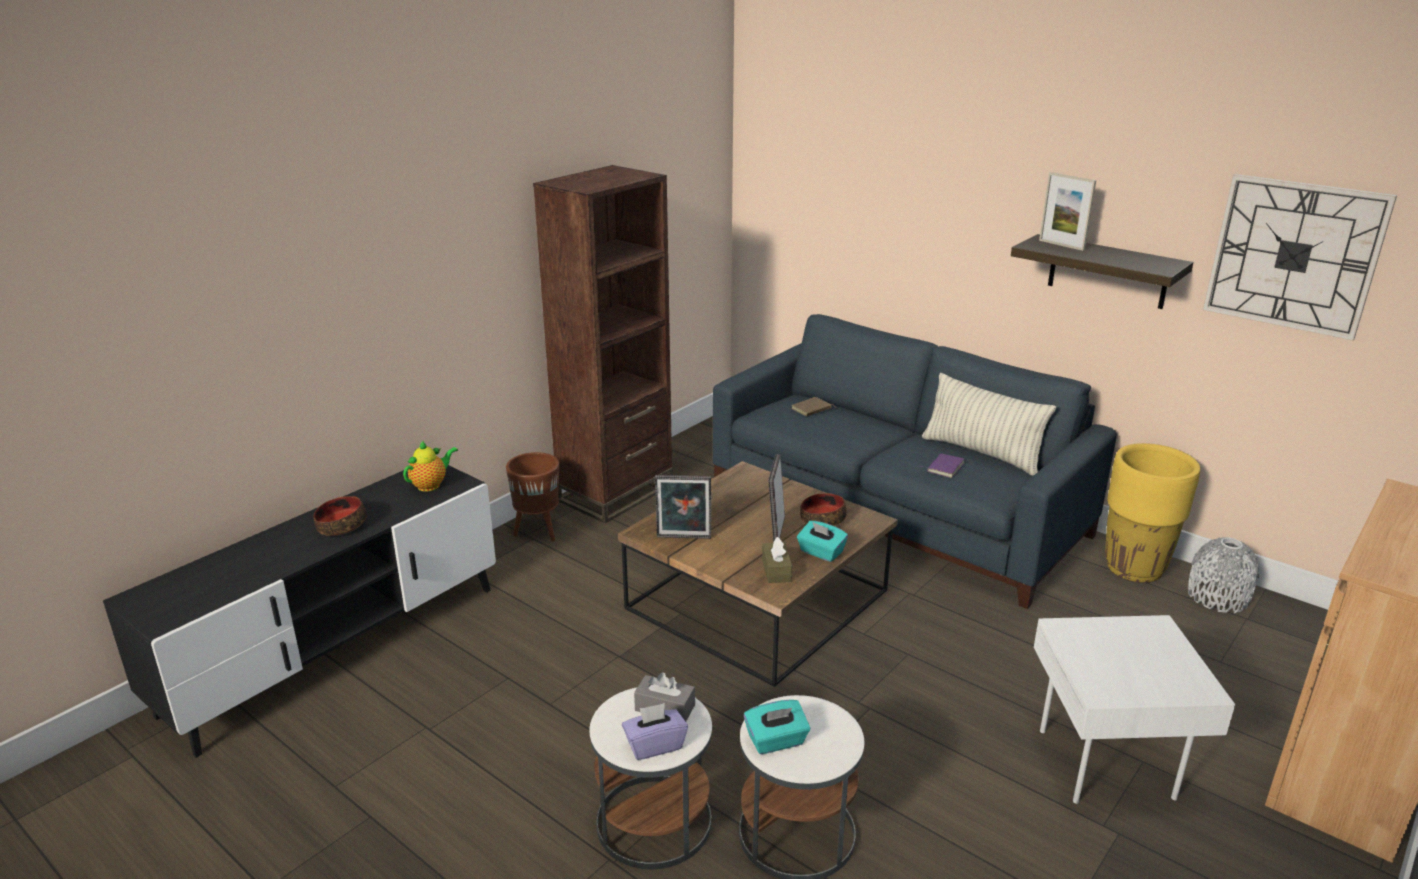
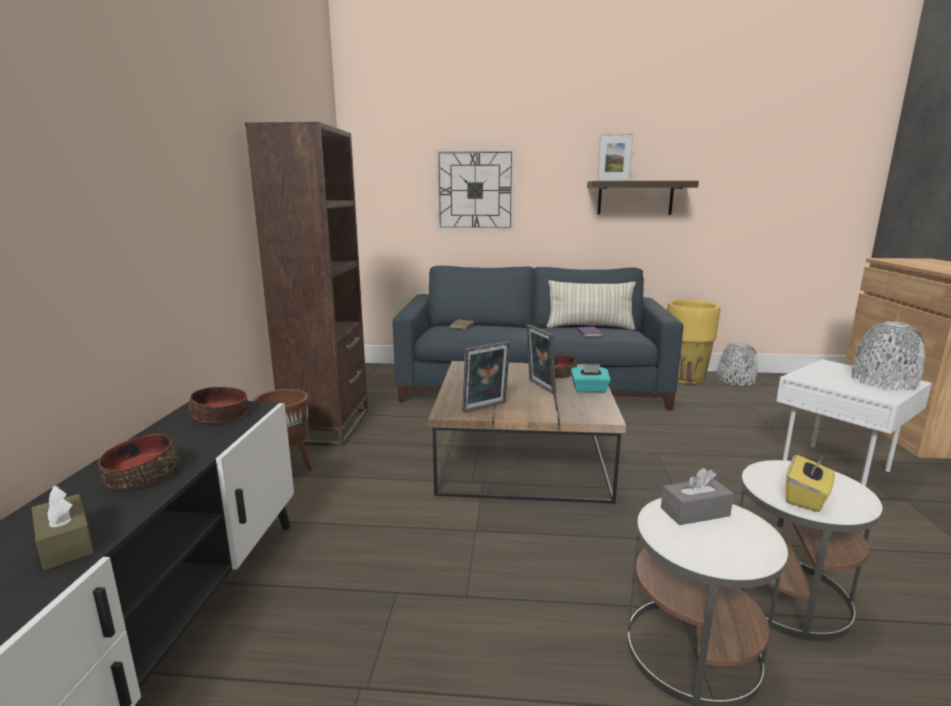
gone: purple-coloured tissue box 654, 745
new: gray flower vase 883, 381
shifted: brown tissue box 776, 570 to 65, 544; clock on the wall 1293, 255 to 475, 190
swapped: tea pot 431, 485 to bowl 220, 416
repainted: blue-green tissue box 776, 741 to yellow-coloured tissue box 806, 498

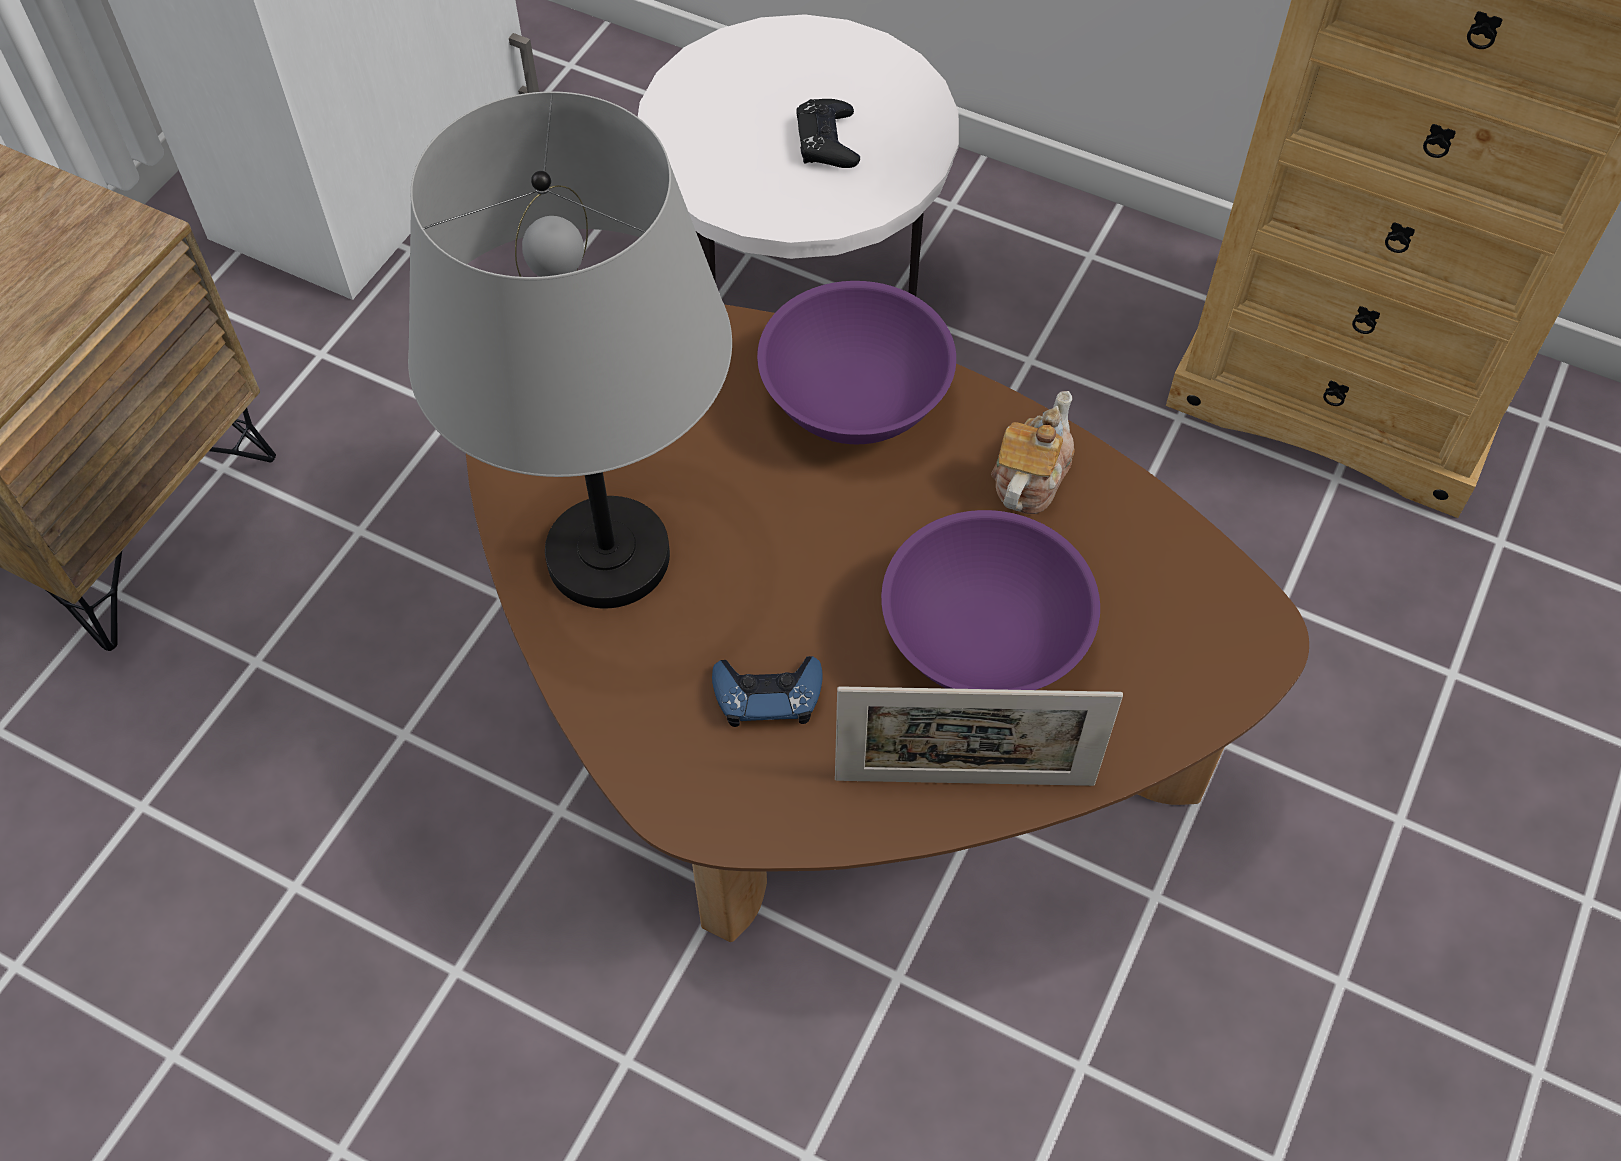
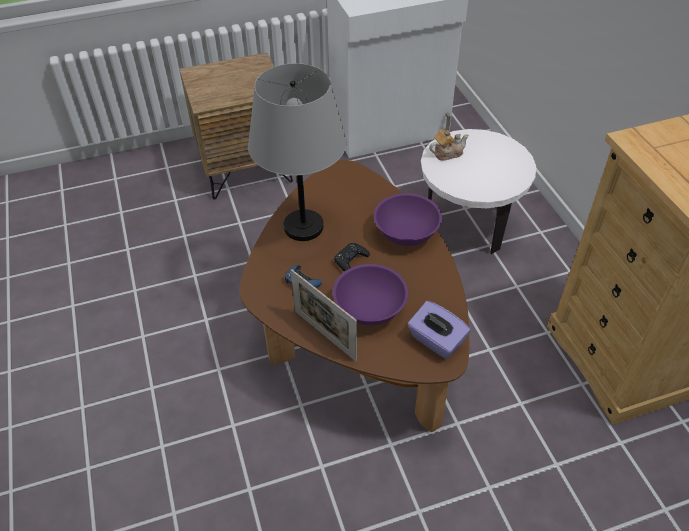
new: purple-coloured tissue box 436, 341
shifted: black-coloured game controller 827, 141 to 351, 260; tea pot 1029, 477 to 447, 153

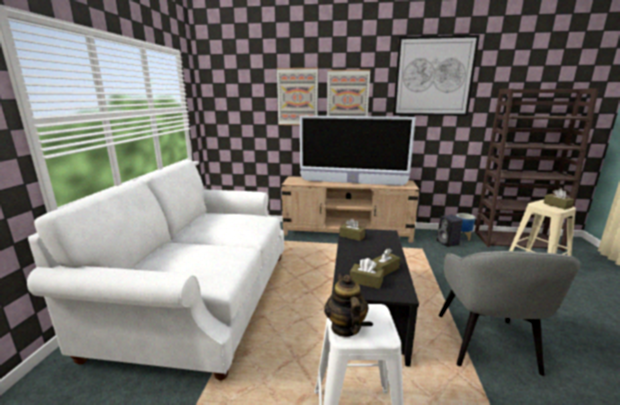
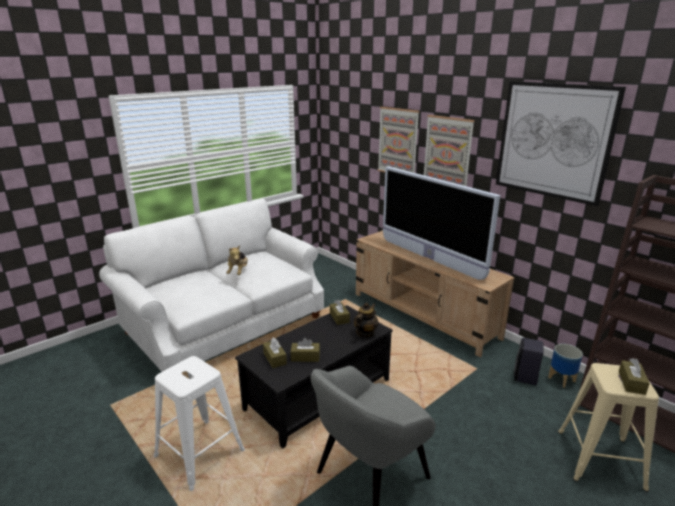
new: soft toy 238, 272
shifted: tea pot 345, 327 to 365, 333

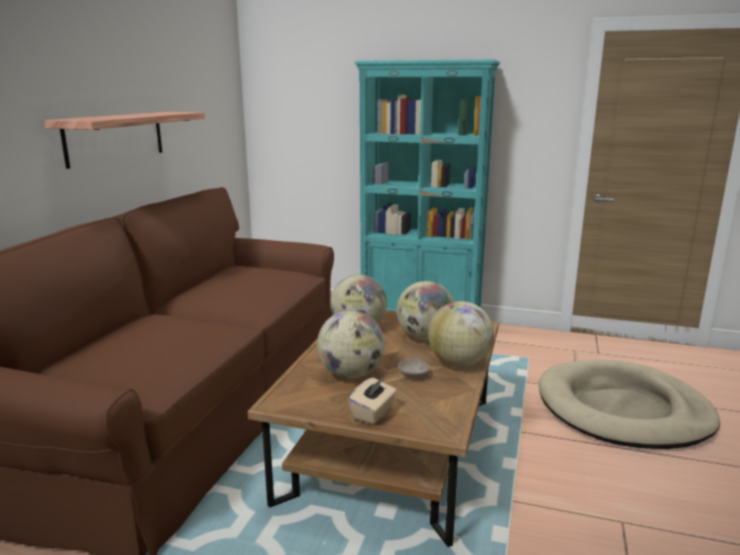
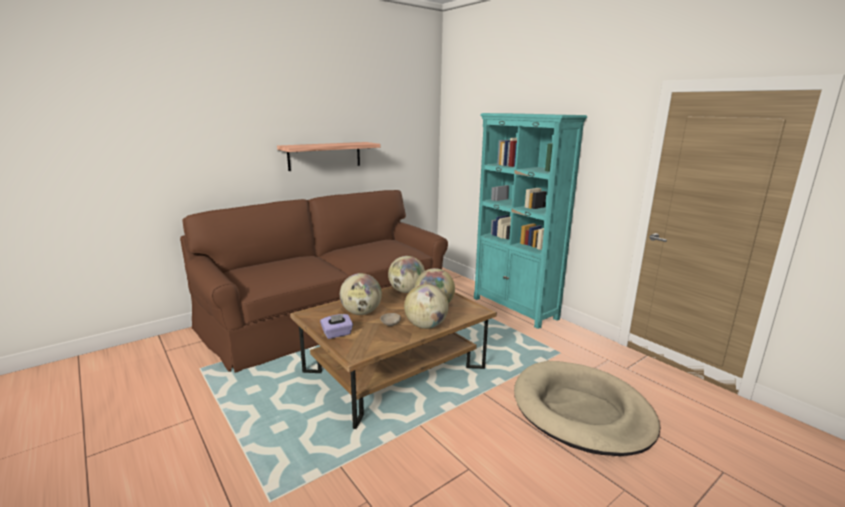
repainted: beige tissue box 373, 413 to purple-coloured tissue box 337, 334

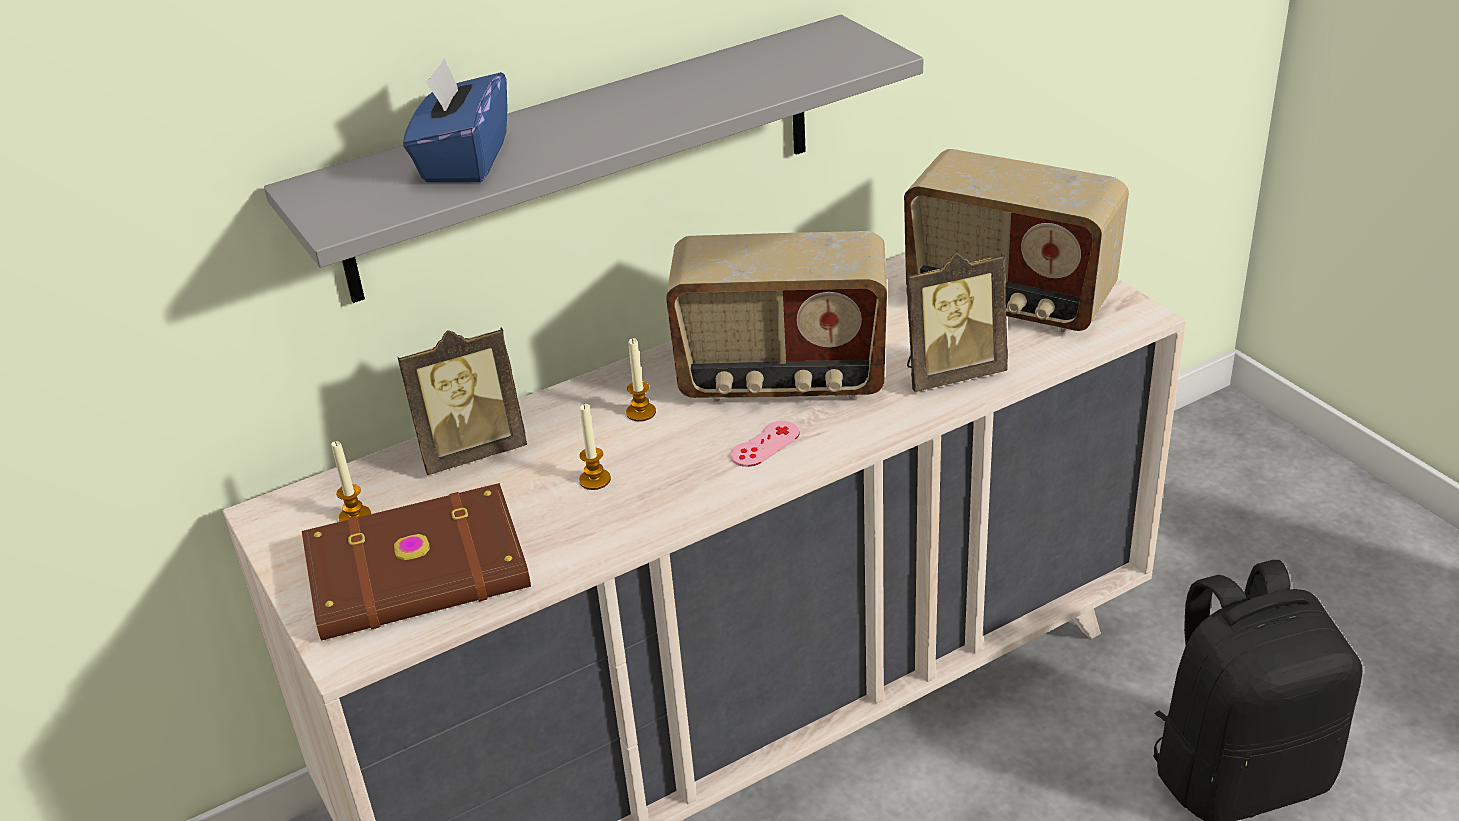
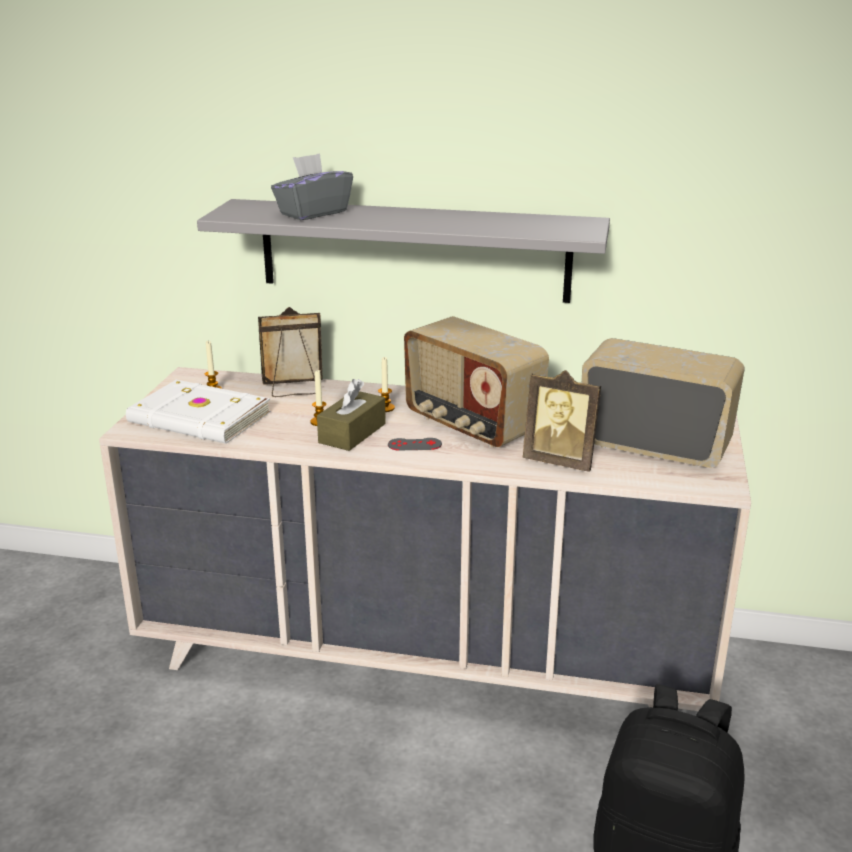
new: brown tissue box 352, 433
repainted: brown book 419, 572 to white-coloured book 199, 419; blue-coloured tissue box 464, 161 to gray tissue box 313, 213; pink game controller 765, 444 to gray game controller 414, 444
rotated: photo frame 471, 451 = 293, 389 150 degrees clockwise; radio receiver 1008, 301 = 654, 447 135 degrees clockwise

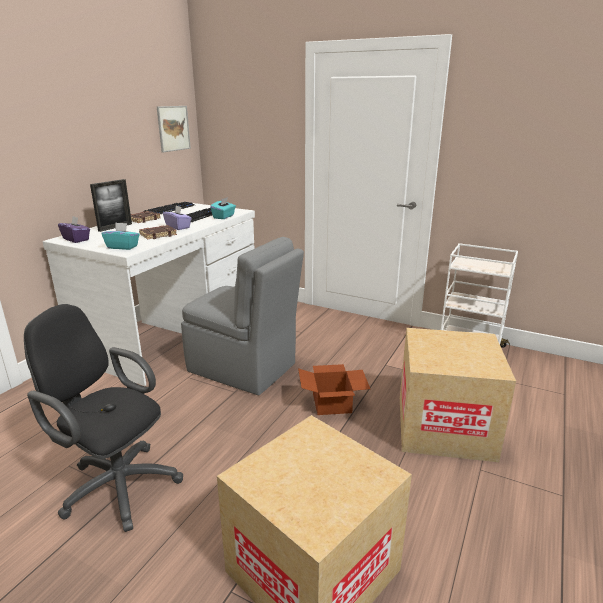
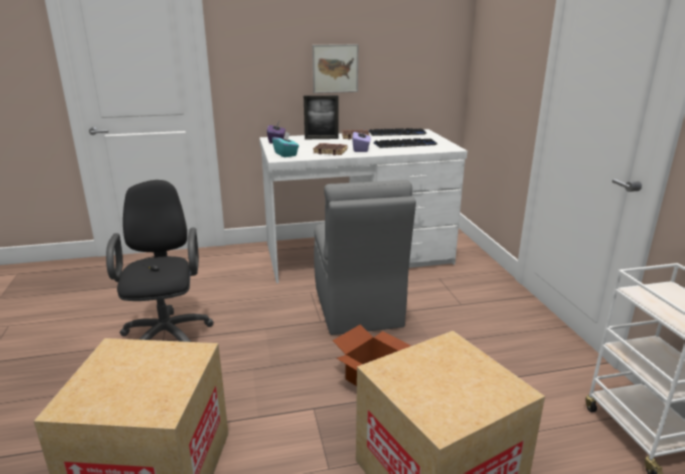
gone: blue-green tissue box 224, 217
shifted: wall picture 173, 128 to 335, 68

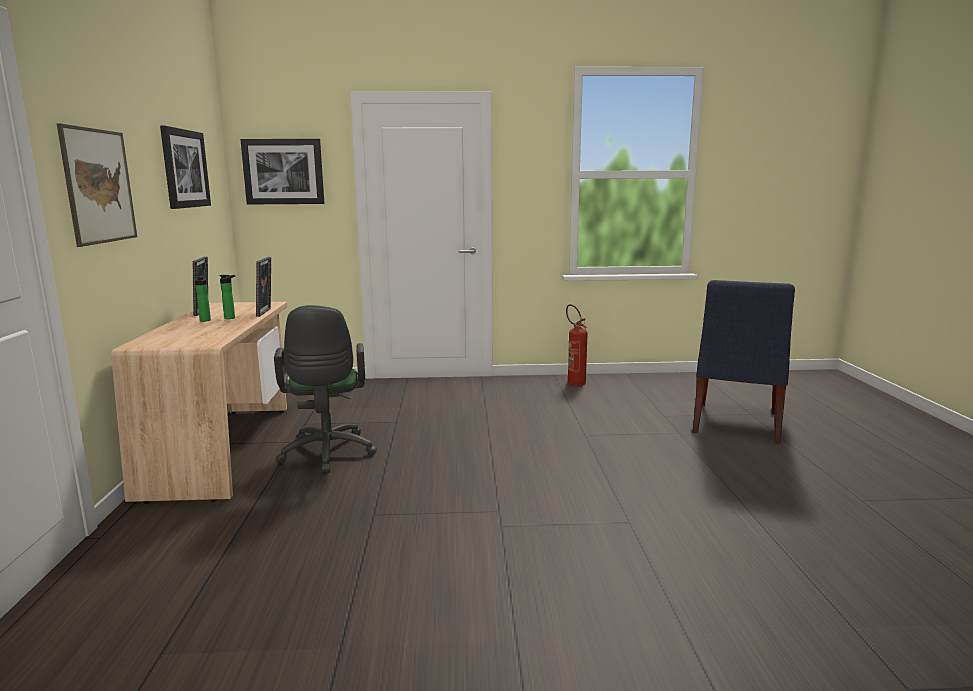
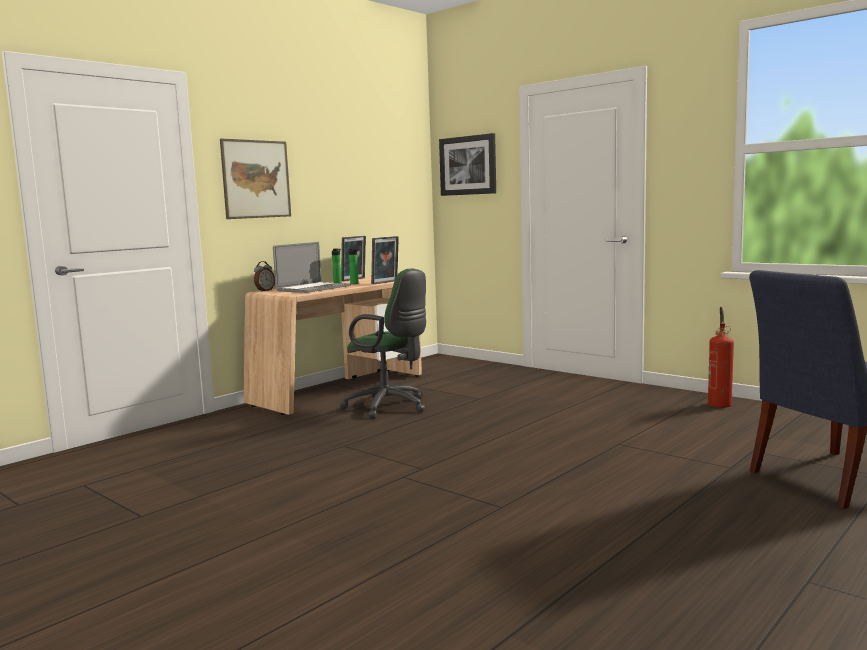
gone: wall picture 185, 168
new: alarm clock 264, 291; notebook computer 313, 288
rotated: green-coloured desk chair 327, 454 = 390, 407 90 degrees counterclockwise

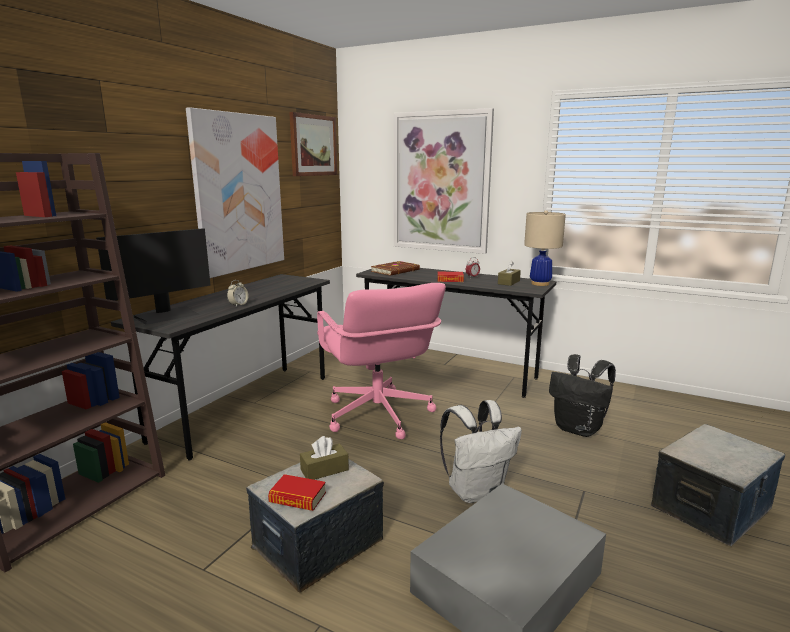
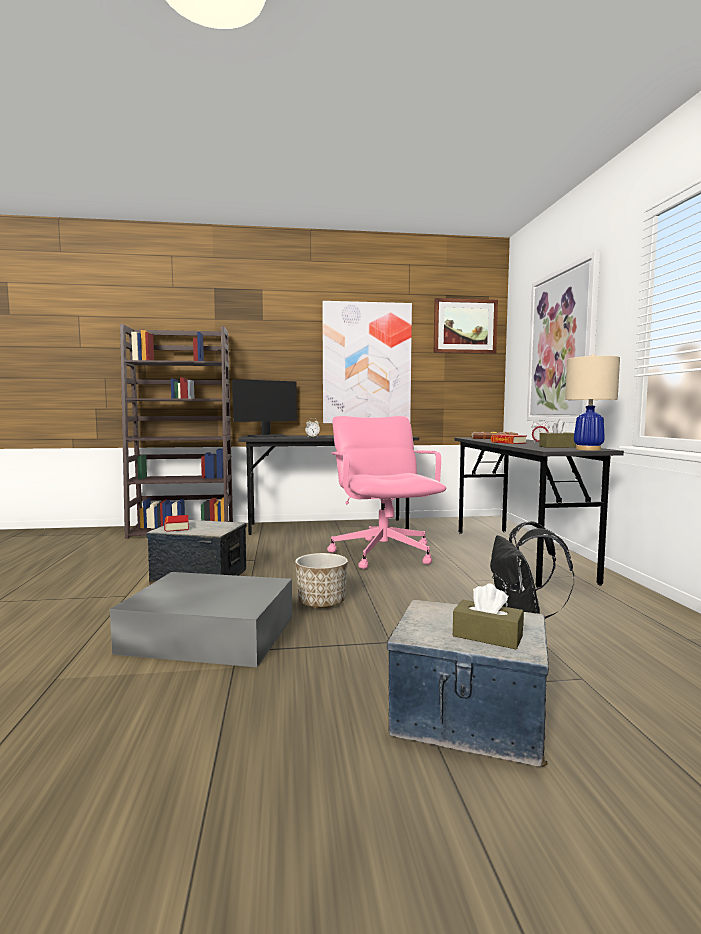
shifted: brown tissue box 324, 470 to 487, 636
swapped: white-coloured knapsack 476, 491 to flower pot 321, 602
rotated: computer display 167, 315 = 268, 436 45 degrees counterclockwise; pink desk chair 378, 415 = 383, 553 135 degrees clockwise

